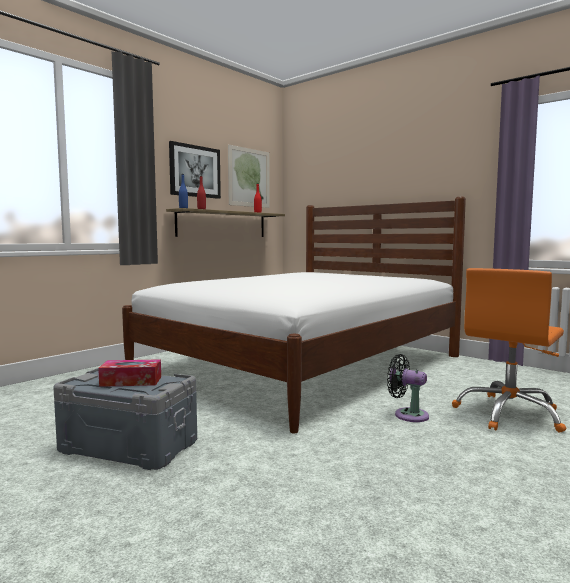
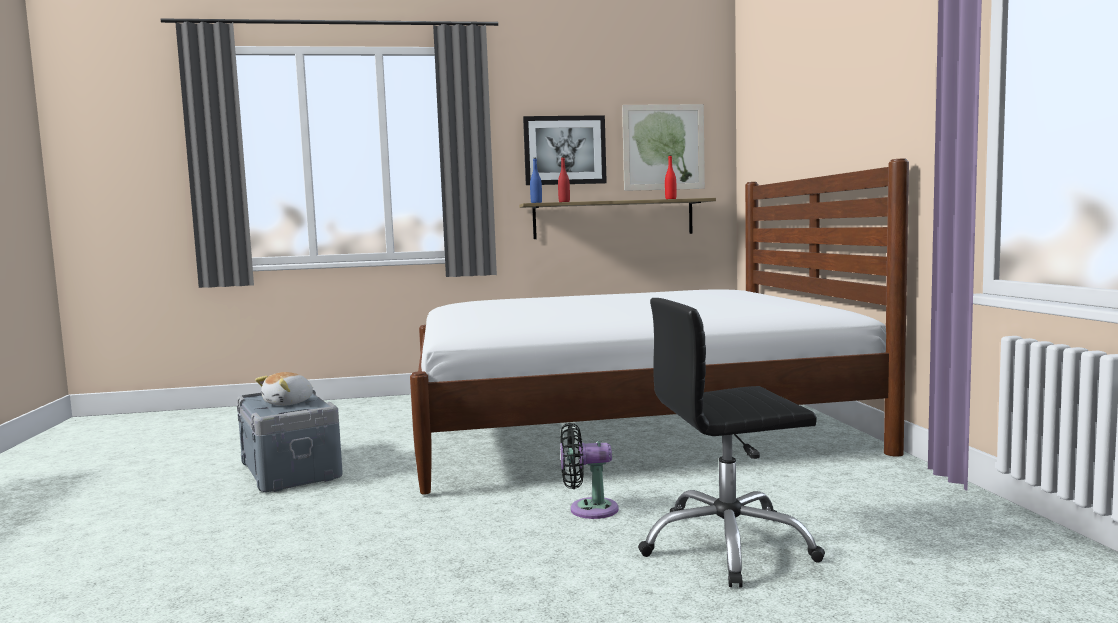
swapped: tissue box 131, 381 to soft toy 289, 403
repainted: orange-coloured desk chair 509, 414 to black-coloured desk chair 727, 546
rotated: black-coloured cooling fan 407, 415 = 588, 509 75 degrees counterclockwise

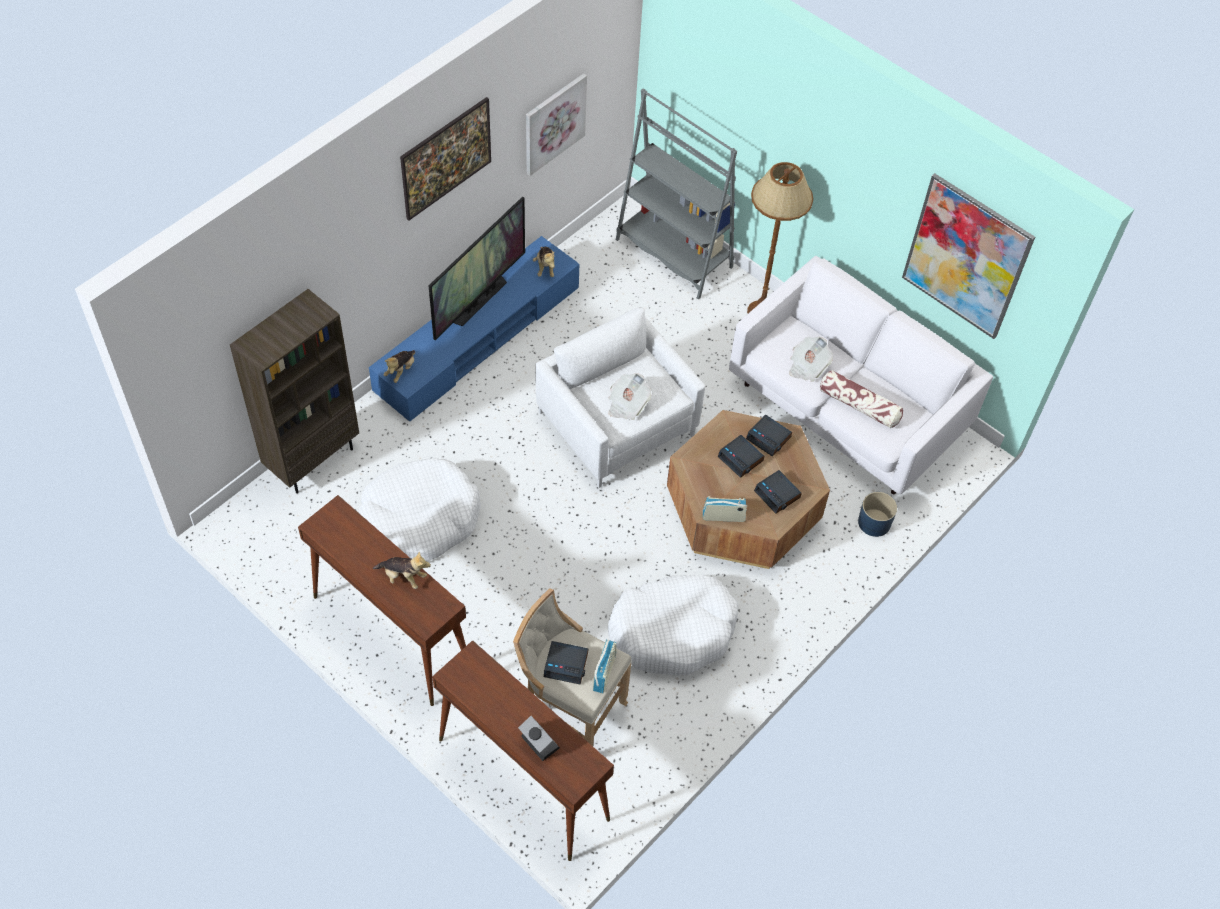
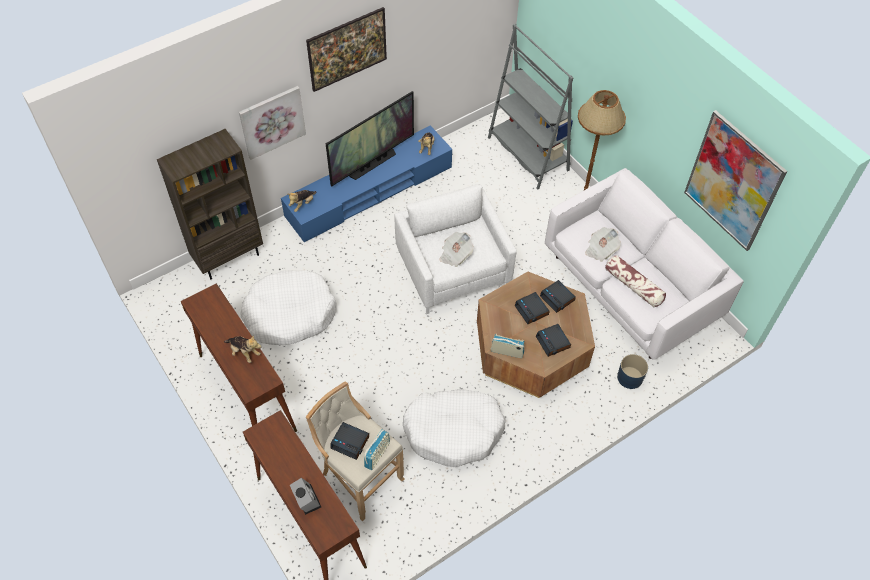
shifted: wall picture 554, 123 to 272, 121

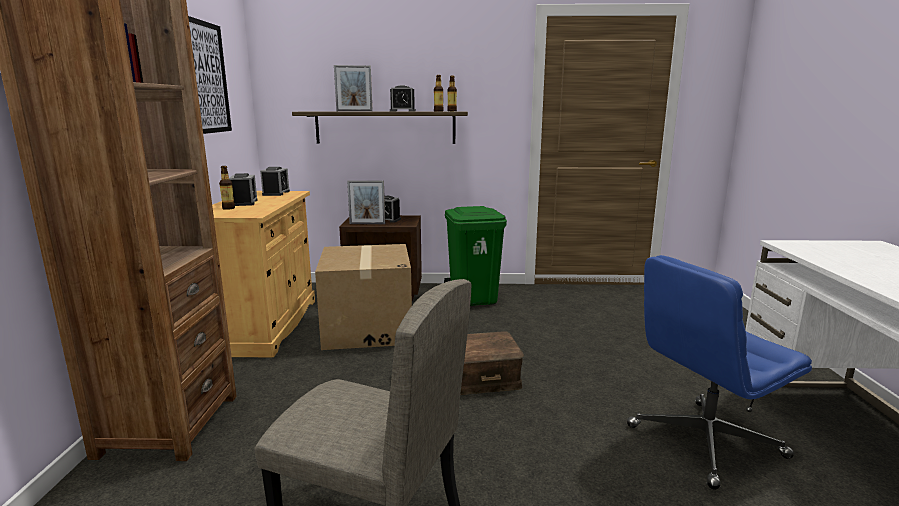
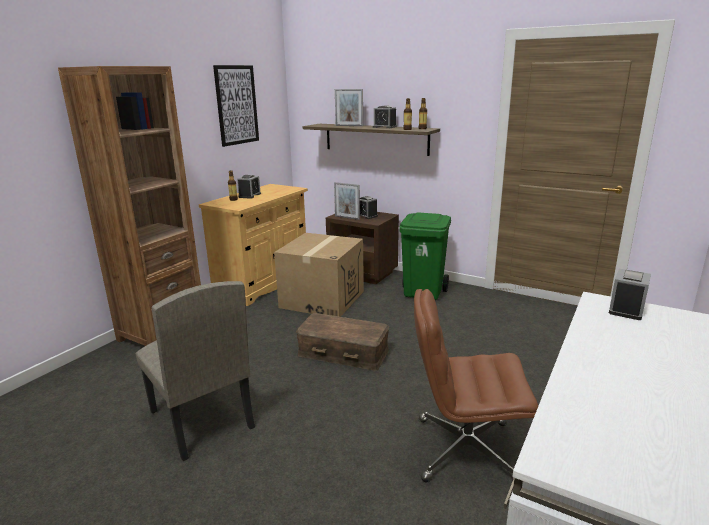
shifted: alarm clock 276, 193 to 626, 309
repainted: blue-coloured desk chair 704, 442 to brown desk chair 464, 451

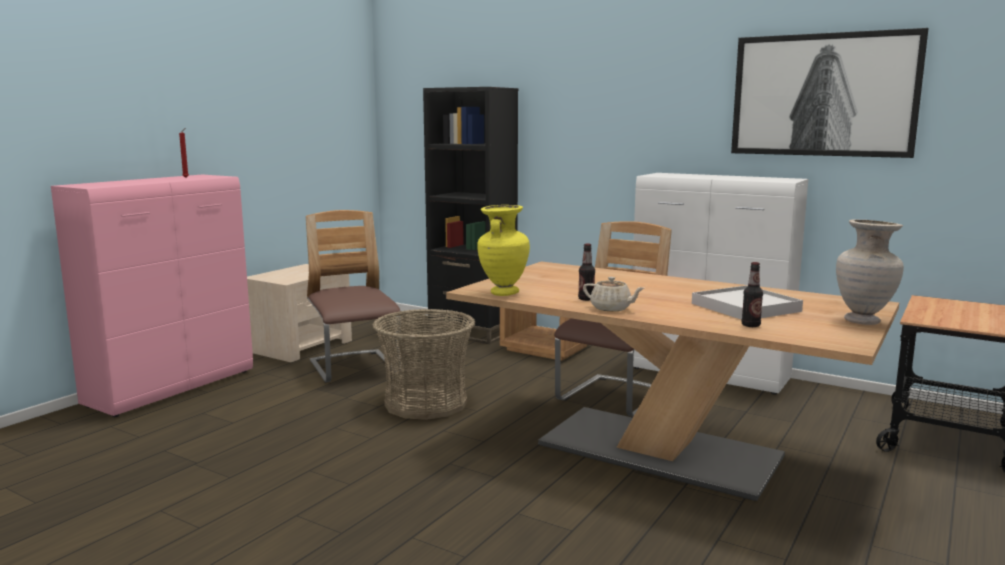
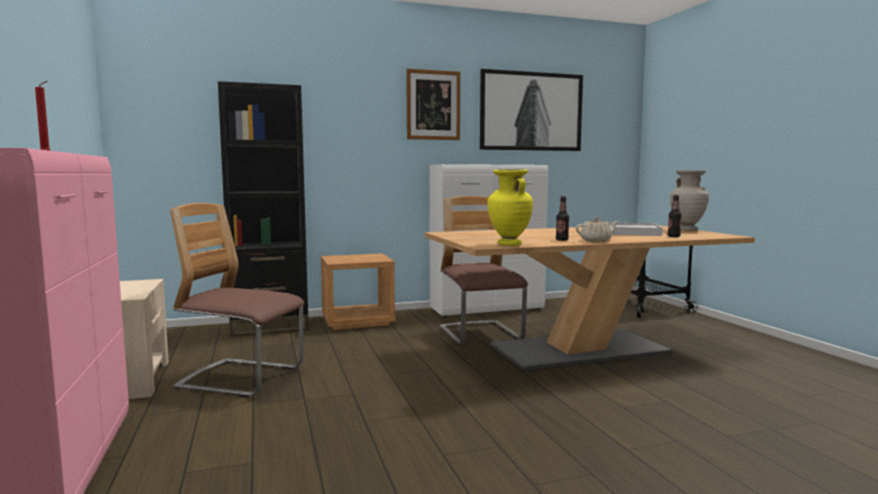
gone: household basket 426, 403
new: wall picture 433, 105

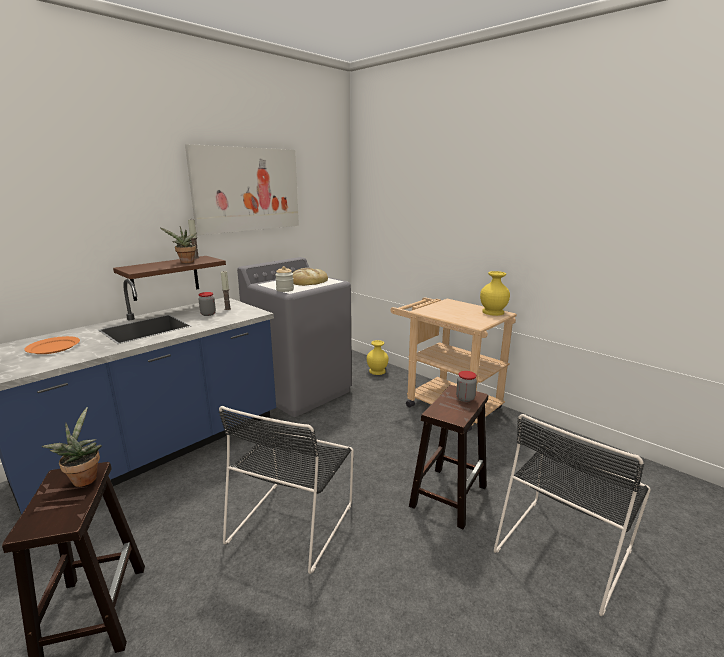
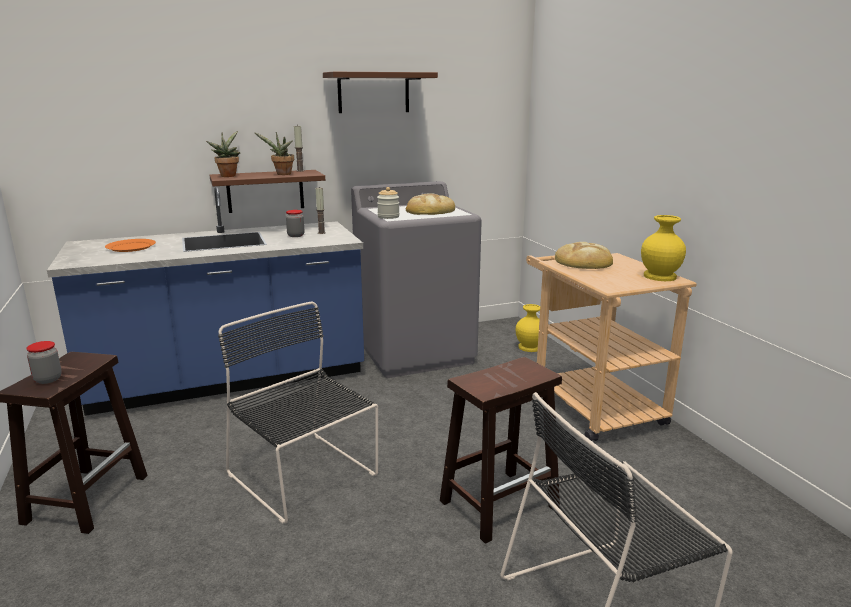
new: baked bread 584, 261
shifted: storage jar 465, 398 to 48, 379; potted plant 84, 478 to 228, 176
swapped: wall picture 247, 189 to brown shelf 373, 92
rotated: black-coloured upright chair 293, 520 = 305, 477 90 degrees clockwise

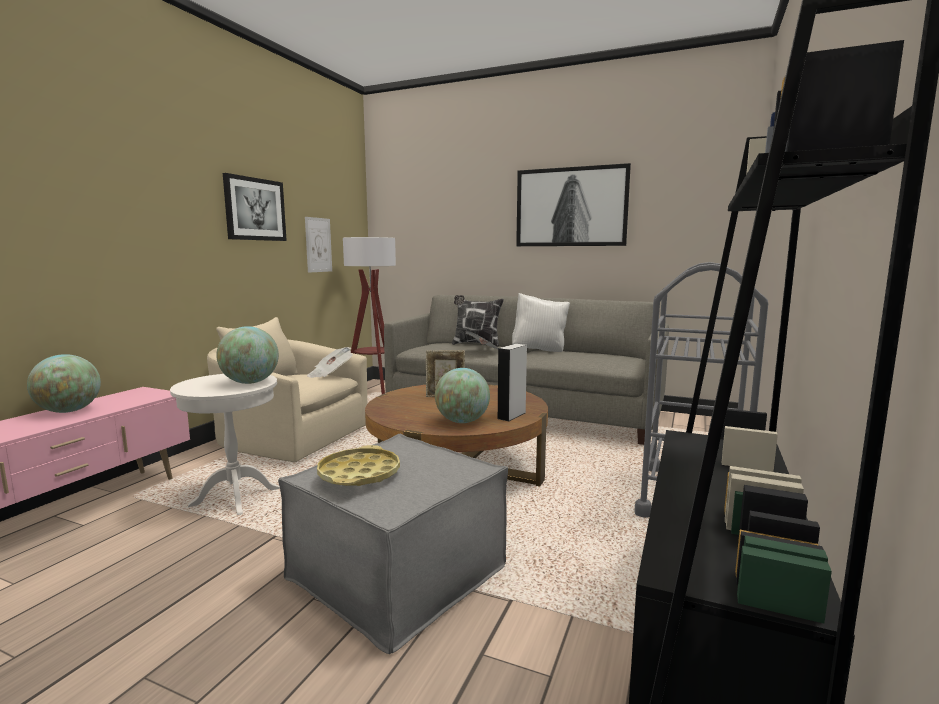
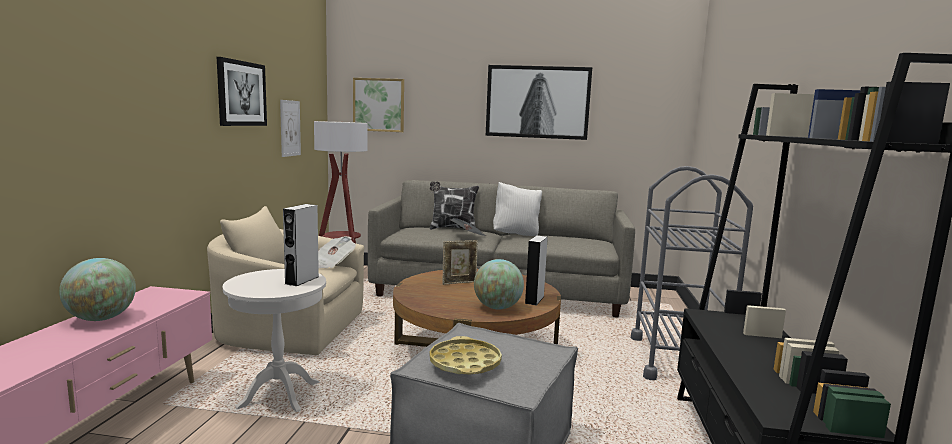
new: wall picture 379, 105
swapped: world globe 250, 382 to gray audio speaker 302, 280

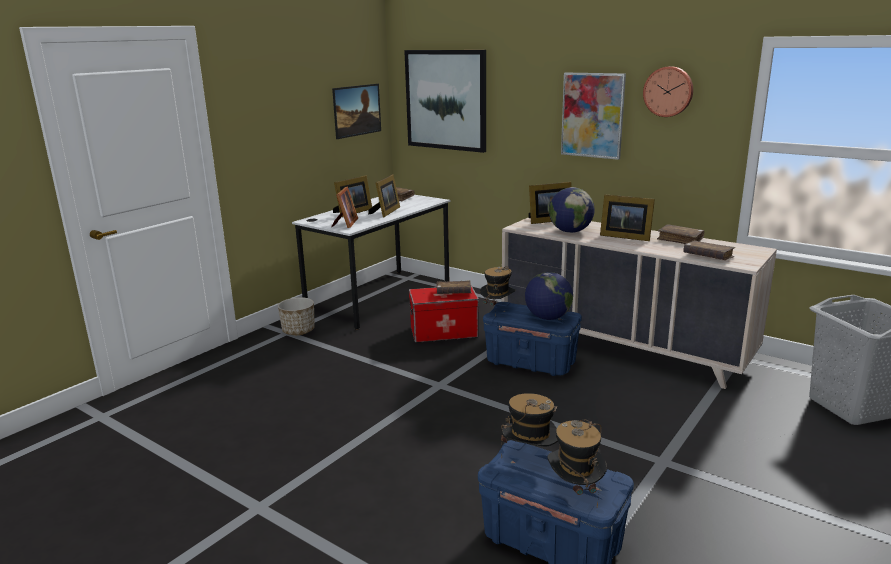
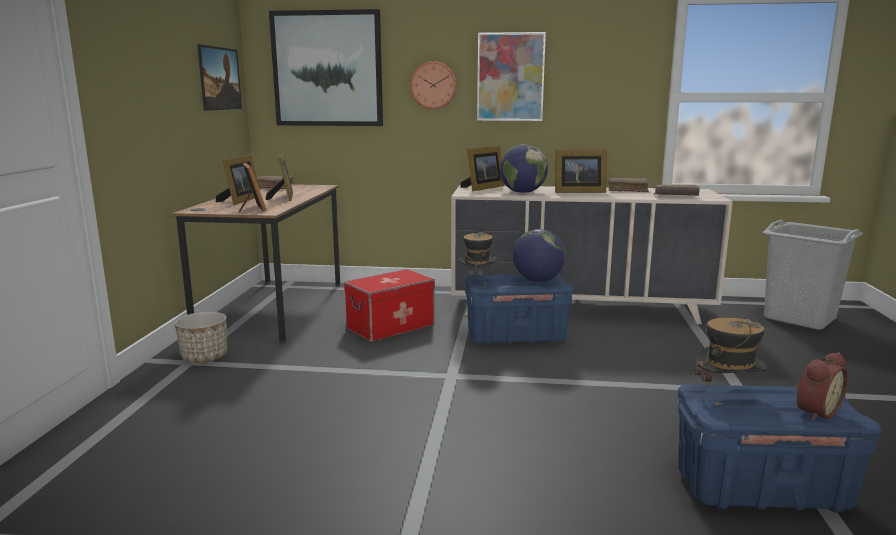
gone: brown book 453, 292
shifted: clock on the wall 668, 91 to 433, 85
swapped: clothing hat 575, 491 to alarm clock 814, 411
repainted: white-coloured desk table 380, 298 to brown desk table 274, 308

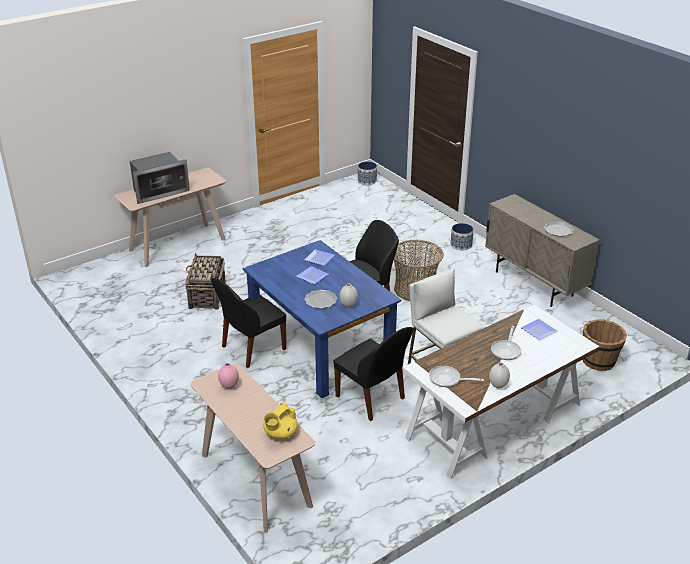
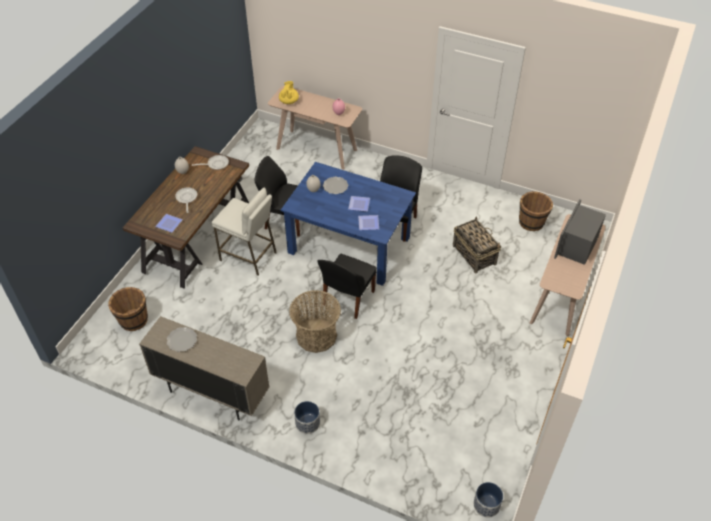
new: brown water bucket 531, 222
repainted: white-coloured desk table 494, 421 to brown desk table 197, 236

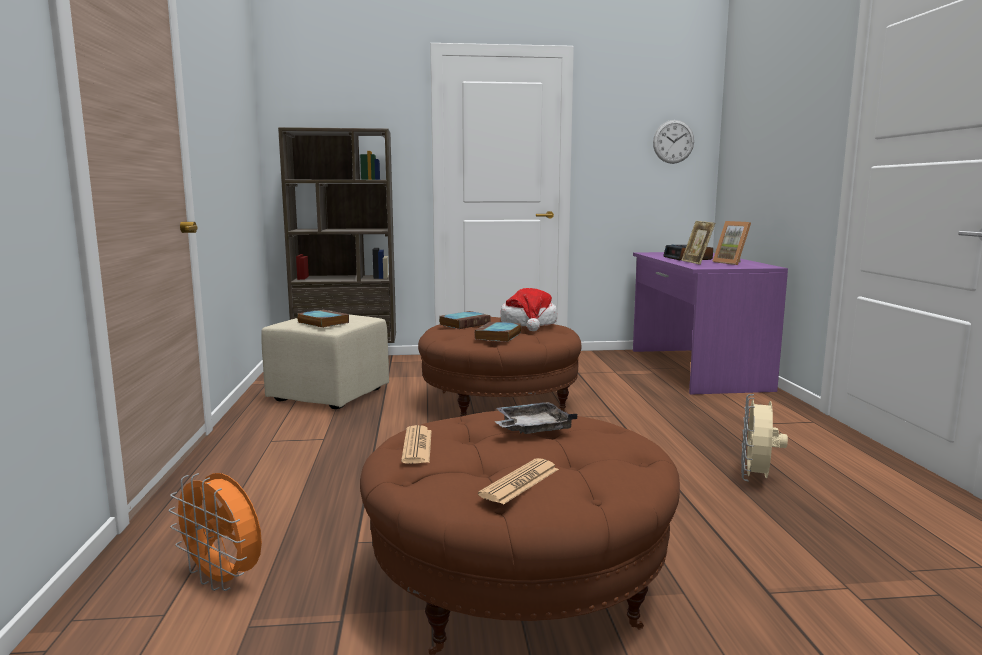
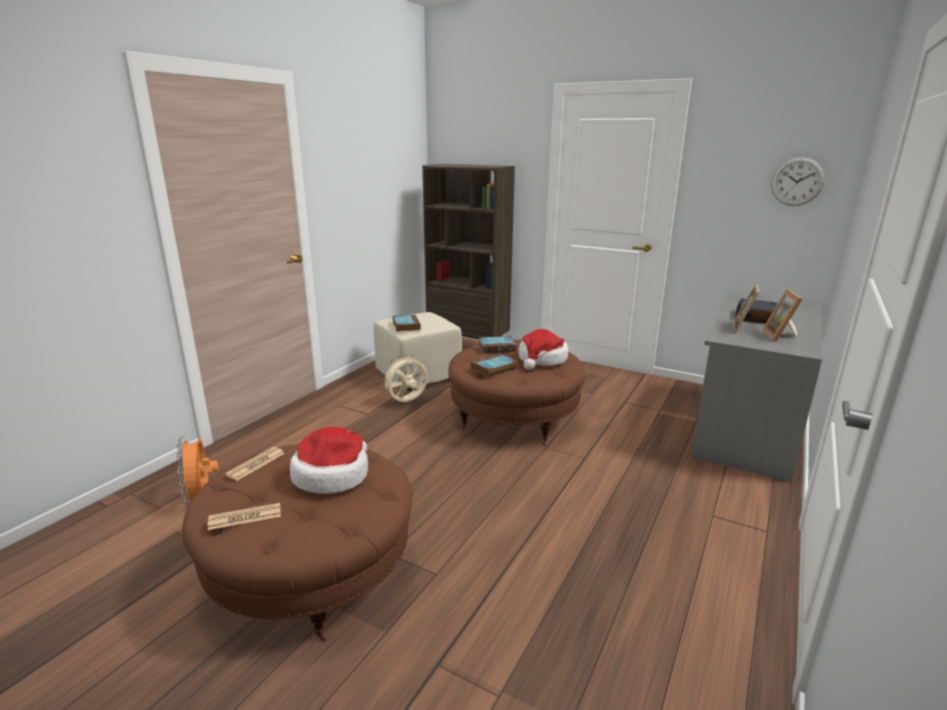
shifted: beige cooling fan 756, 479 to 407, 402
swapped: gray tray 532, 429 to clothing hat 332, 475
repainted: purple-coloured desk table 694, 369 to gray desk table 746, 428

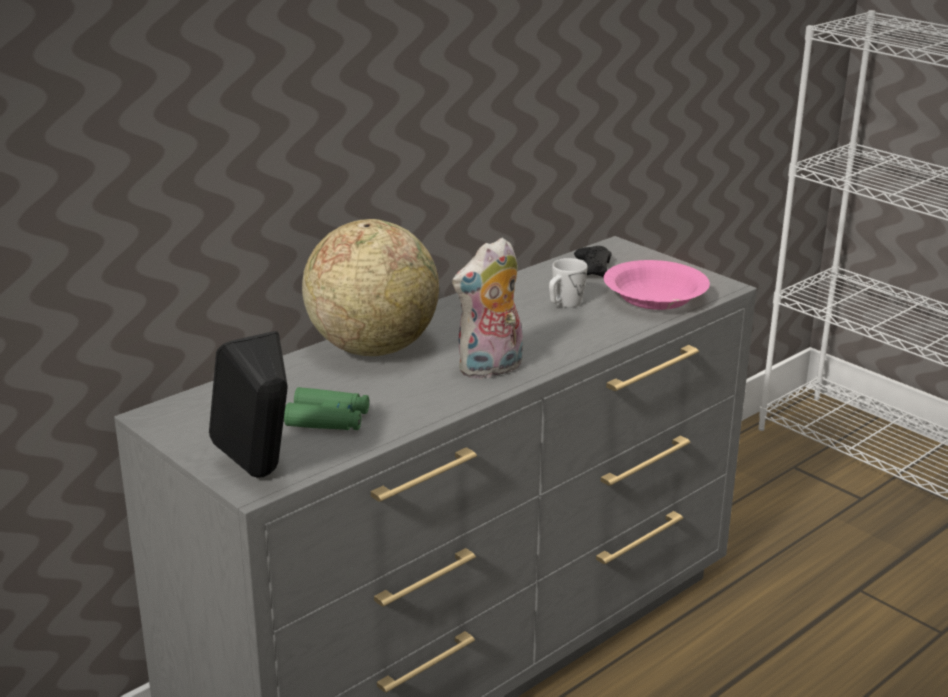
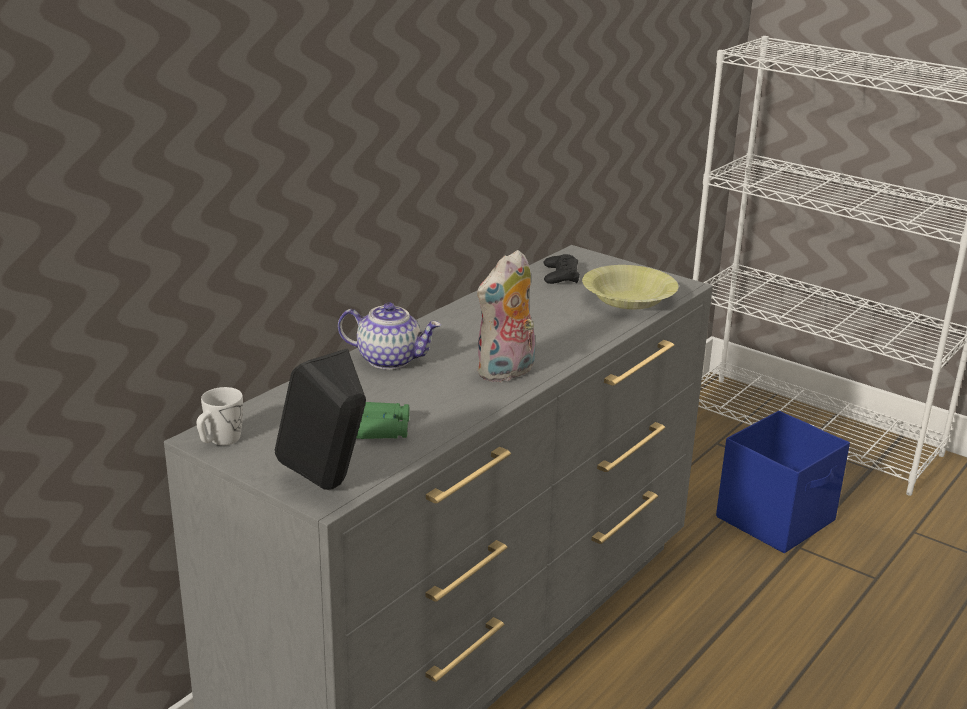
new: blue-coloured storage box 777, 519
shifted: white-coloured coffee mug 564, 304 to 220, 441
swapped: world globe 372, 348 to tea pot 390, 359
repainted: pink bowl 654, 298 to yellow-coloured bowl 628, 299

